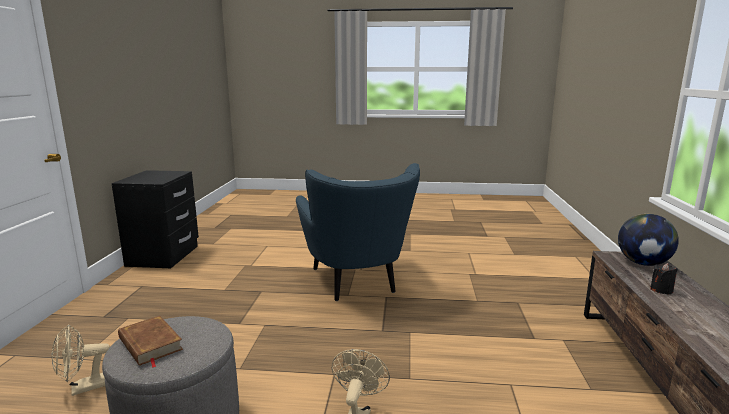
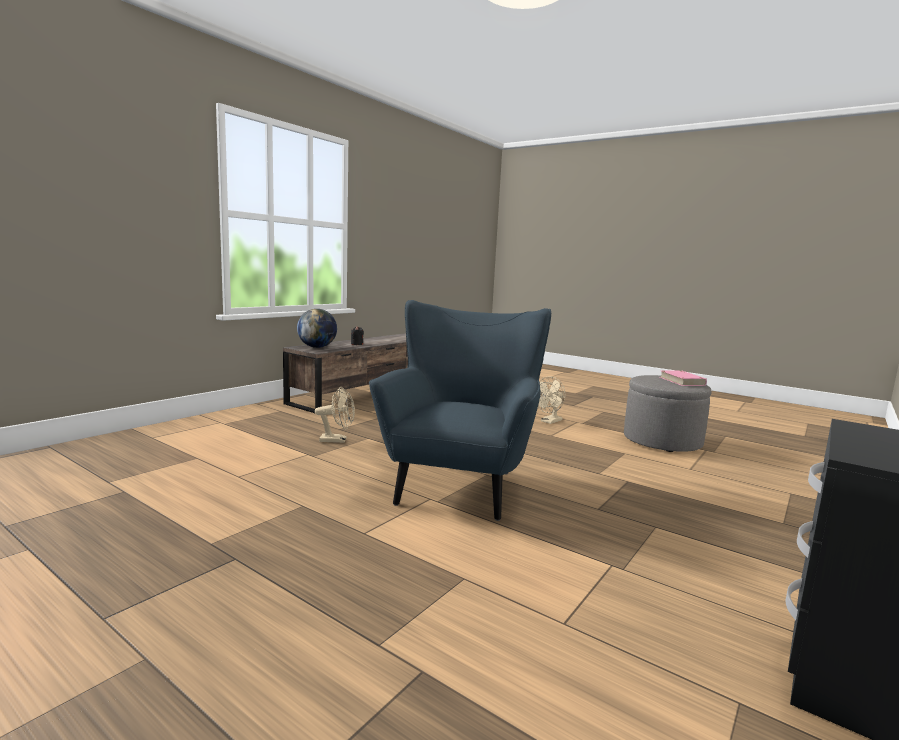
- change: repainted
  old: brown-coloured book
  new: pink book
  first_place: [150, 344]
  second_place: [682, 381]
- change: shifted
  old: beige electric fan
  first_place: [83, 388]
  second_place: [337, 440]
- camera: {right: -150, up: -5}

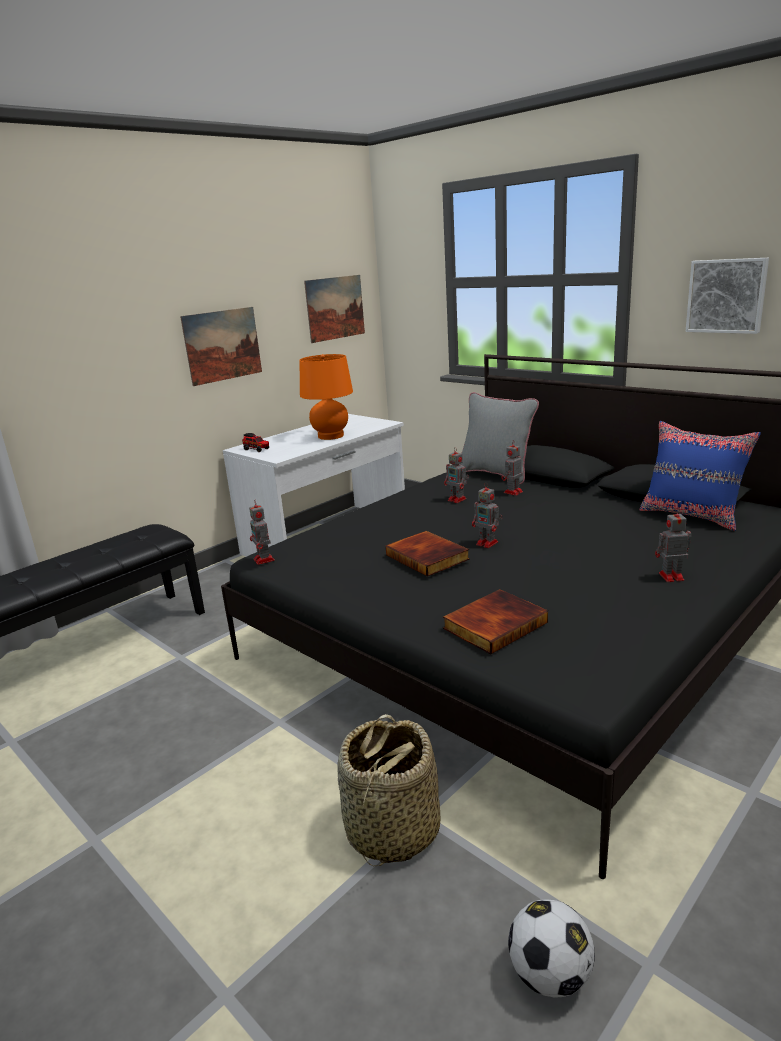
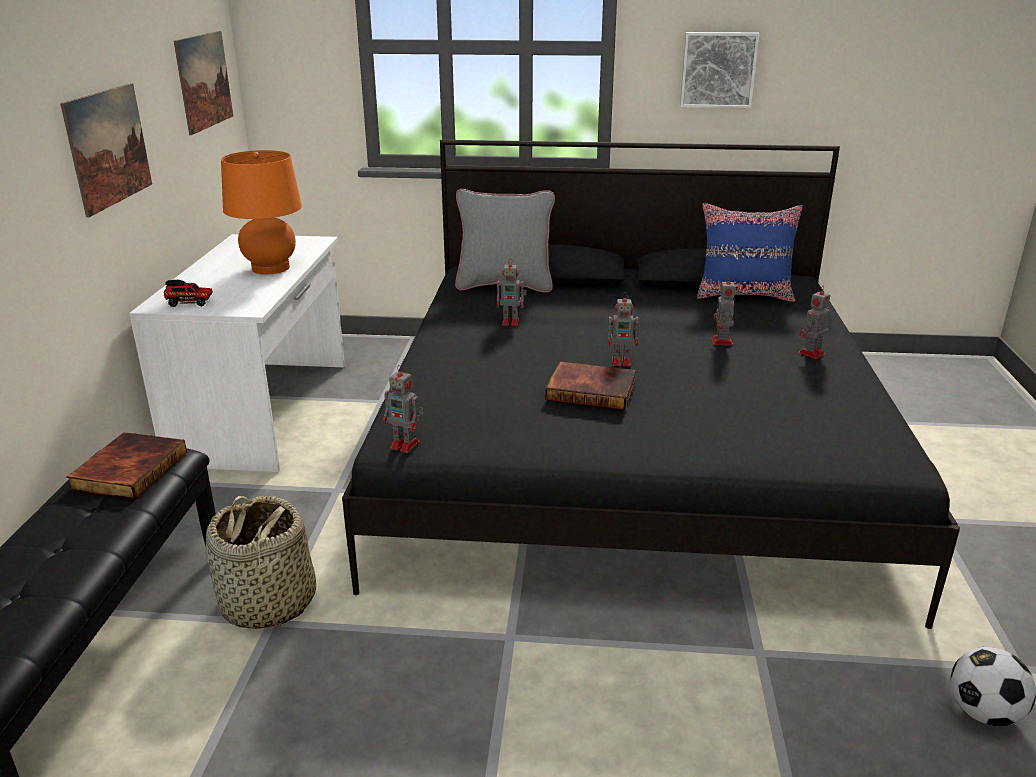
- change: shifted
  old: robot figure
  first_place: [512, 492]
  second_place: [722, 342]
- change: shifted
  old: book
  first_place: [494, 624]
  second_place: [129, 469]
- change: shifted
  old: basket
  first_place: [391, 830]
  second_place: [268, 603]
- camera: {right: -40, up: 5}

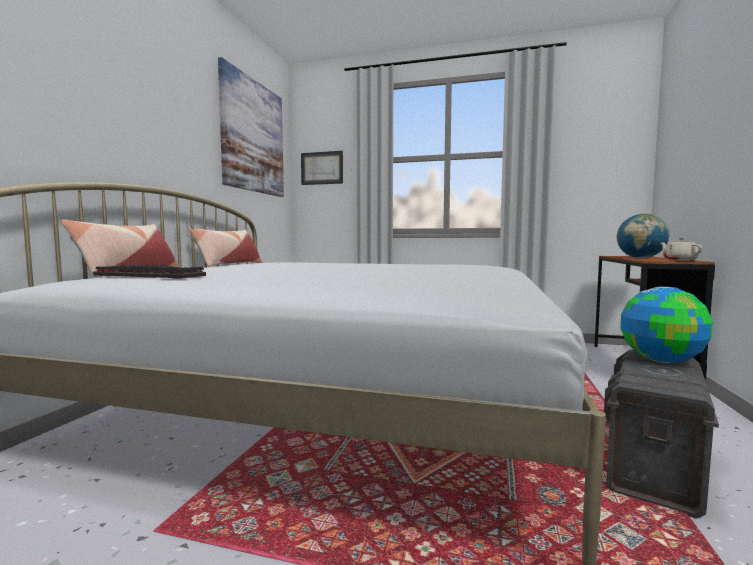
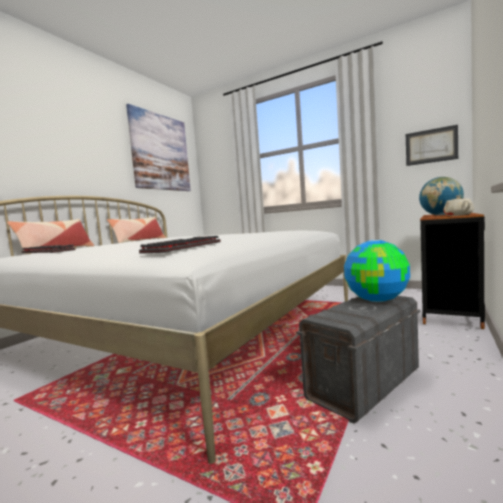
- change: shifted
  old: wall picture
  first_place: [322, 168]
  second_place: [431, 146]
- change: new
  new: PC keyboard
  second_place: [184, 247]
- camera: {right: 15, up: 0}

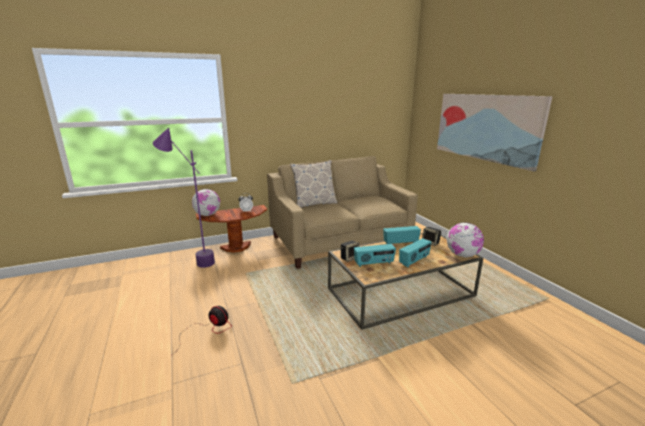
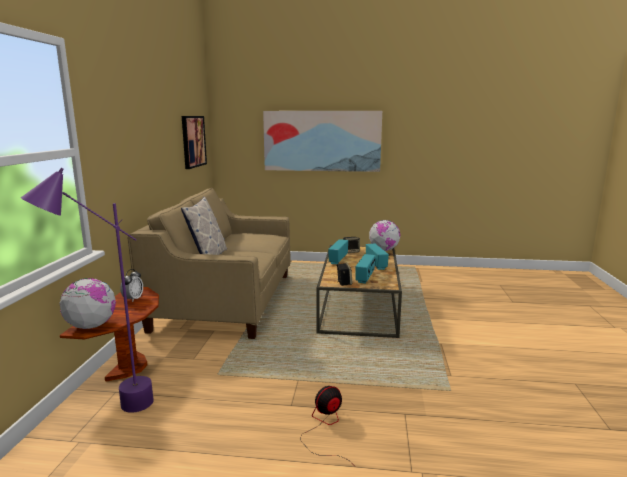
- change: new
  new: wall picture
  second_place: [193, 141]
- camera: {right: -60, up: -5}

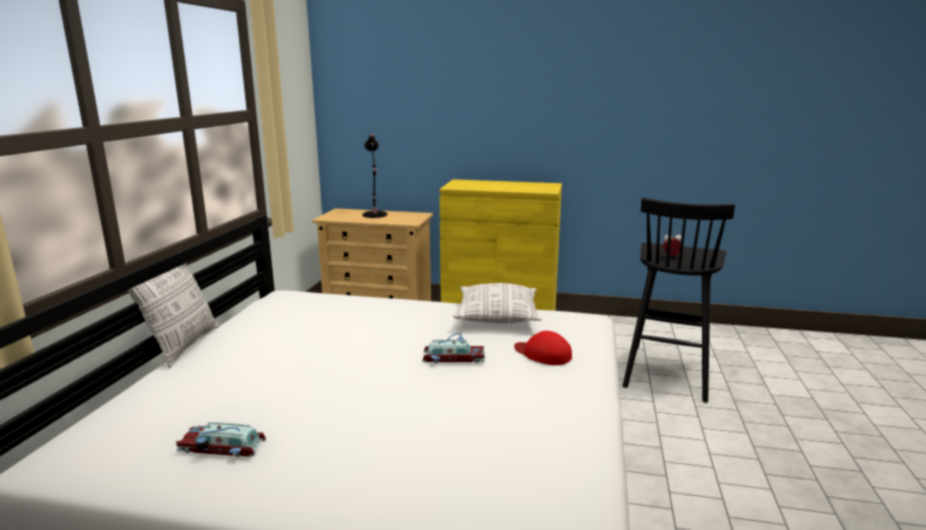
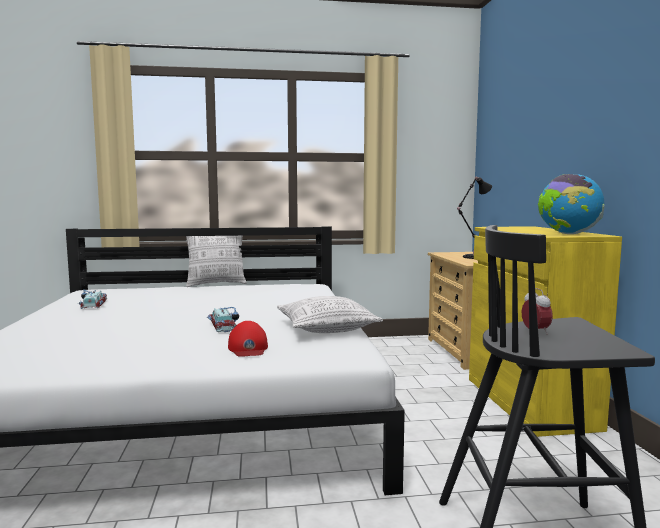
- change: rotated
  old: reddish baseball cap
  first_place: [543, 354]
  second_place: [248, 348]
  degrees: 150
- change: new
  new: world globe
  second_place: [568, 234]
- camera: {right: 70, up: -10}

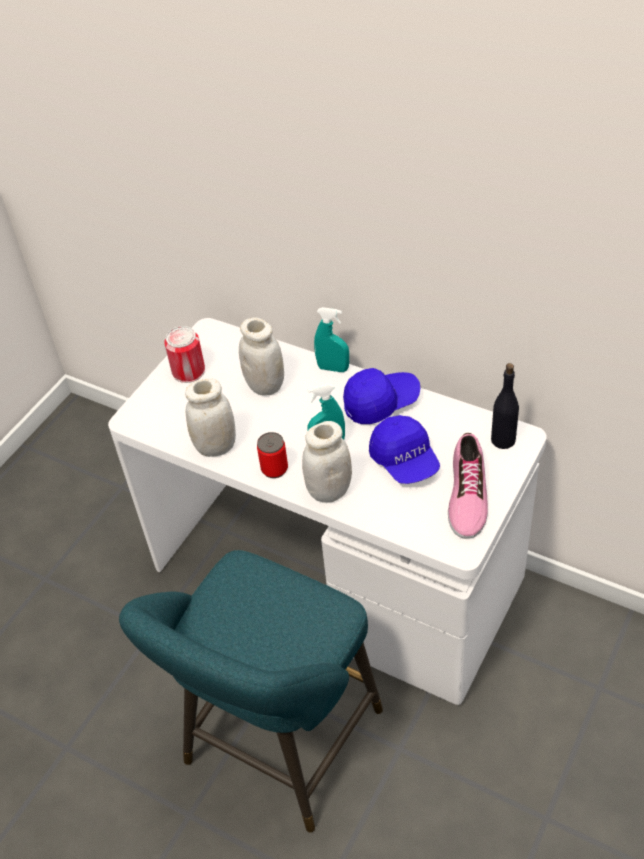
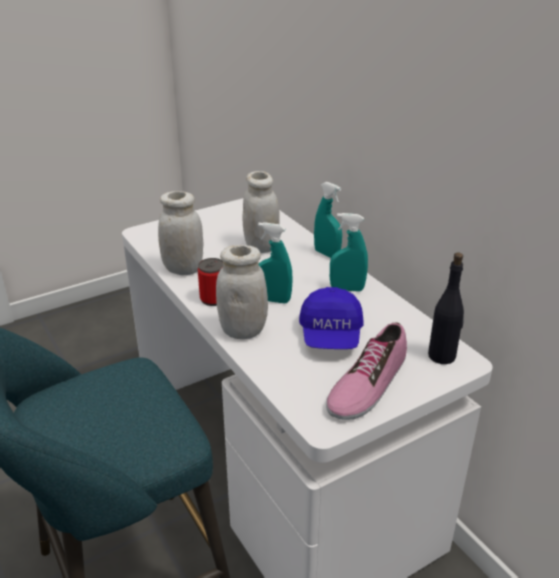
- change: gone
  old: sealed can
  first_place: [188, 371]
- change: swapped
  old: blue-coloured baseball cap
  new: turquoise spray bottle
  first_place: [381, 403]
  second_place: [347, 289]
- camera: {right: 25, up: -15}

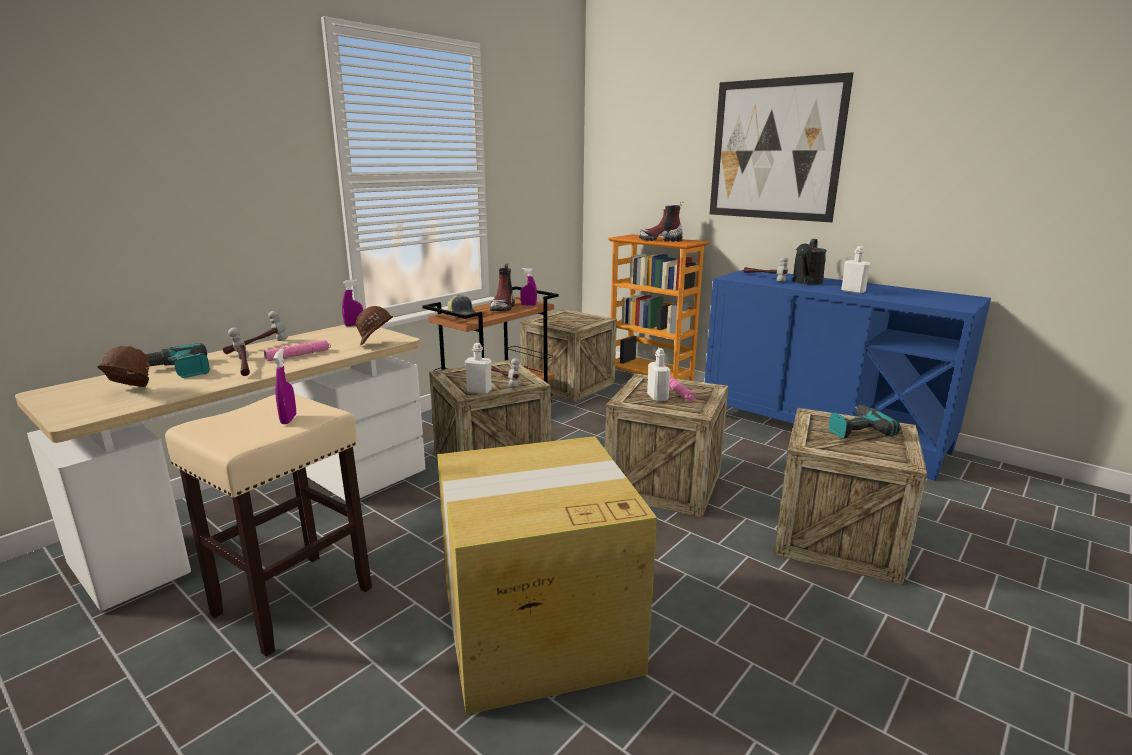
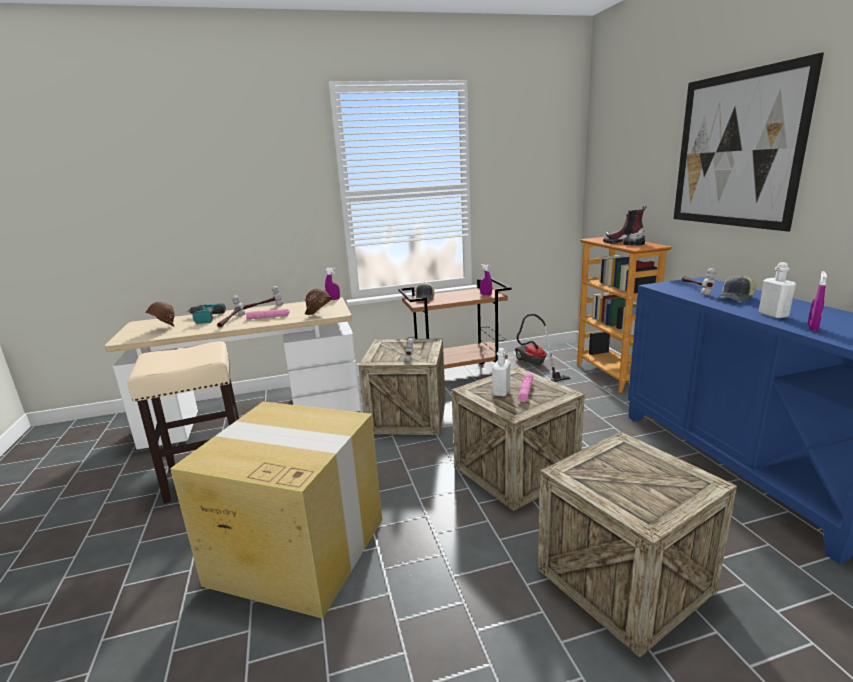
- change: swapped
  old: blackish sprinkling can
  new: baseball cap
  first_place: [806, 282]
  second_place: [736, 298]
- change: gone
  old: high-top boot
  first_place: [503, 307]
- change: swapped
  old: crate
  new: vacuum cleaner
  first_place: [568, 385]
  second_place: [534, 366]
- change: gone
  old: white-coloured drink bottle
  first_place: [479, 391]
- change: shifted
  old: purplish spray bottle
  first_place: [288, 419]
  second_place: [812, 328]
- change: gone
  old: power drill
  first_place: [856, 429]
- camera: {right: 35, up: 0}

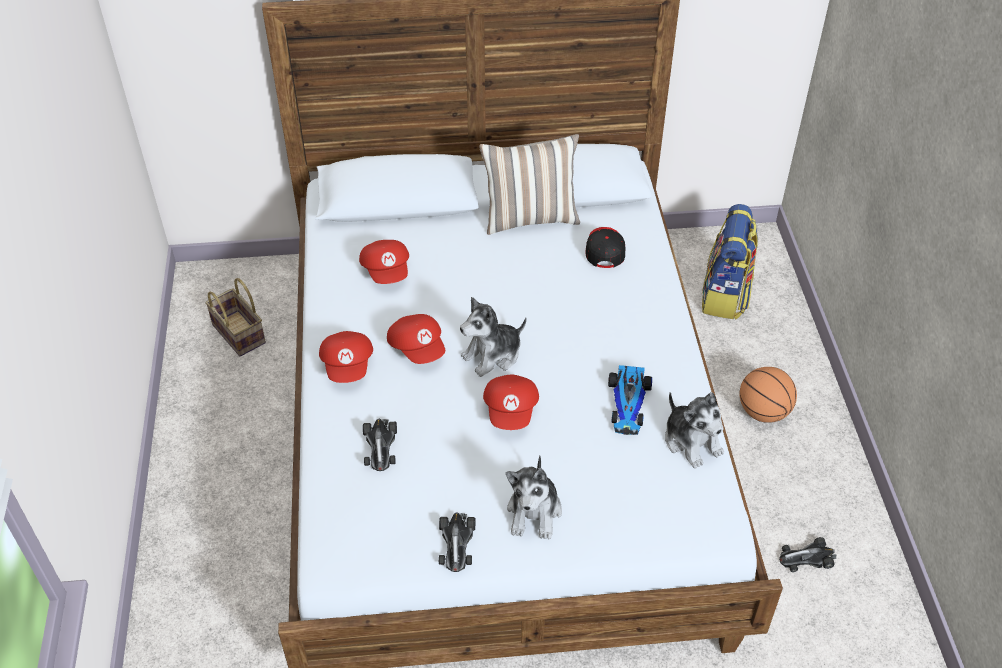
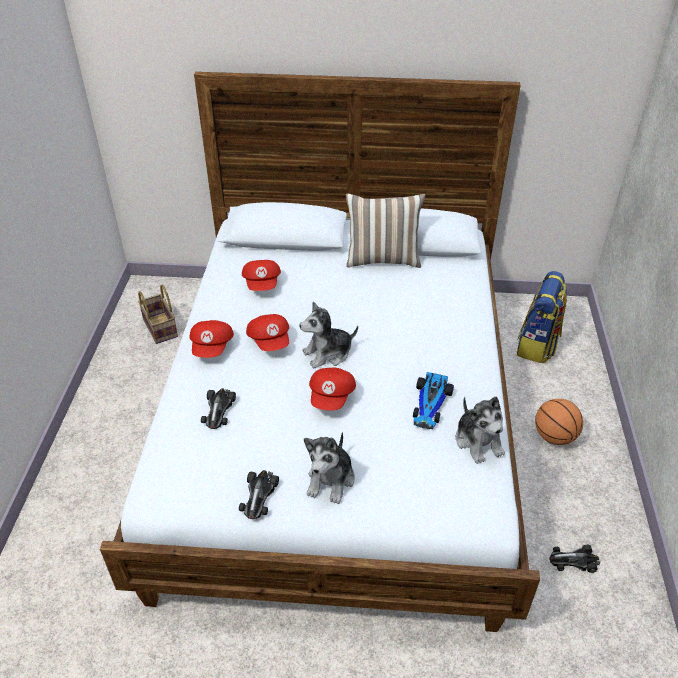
- change: gone
  old: blackish baseball cap
  first_place: [604, 250]
- camera: {right: 10, up: -5}

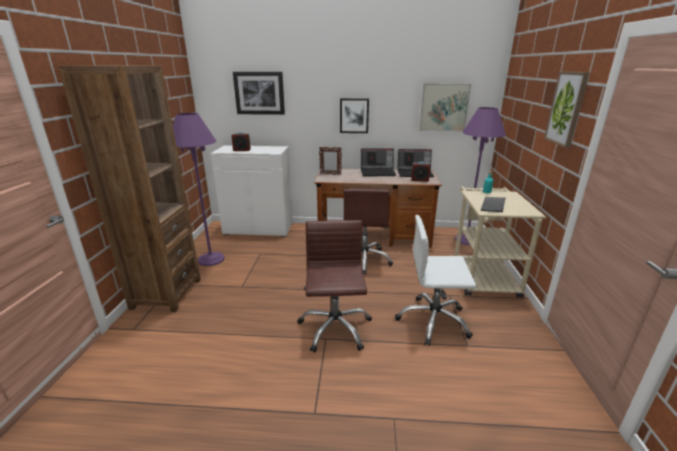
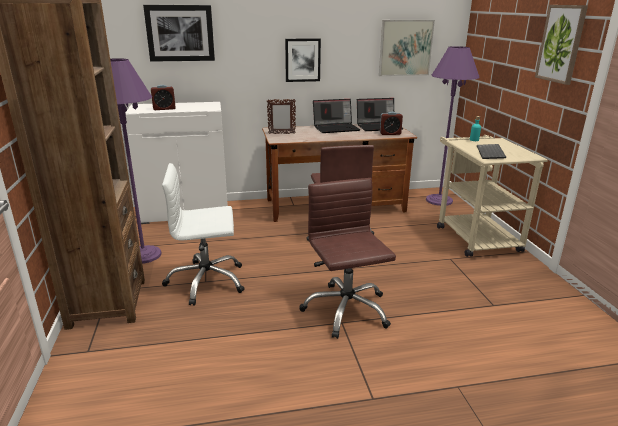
- change: shifted
  old: white-coloured desk chair
  first_place: [433, 321]
  second_place: [206, 281]
- camera: {right: -15, up: 0}

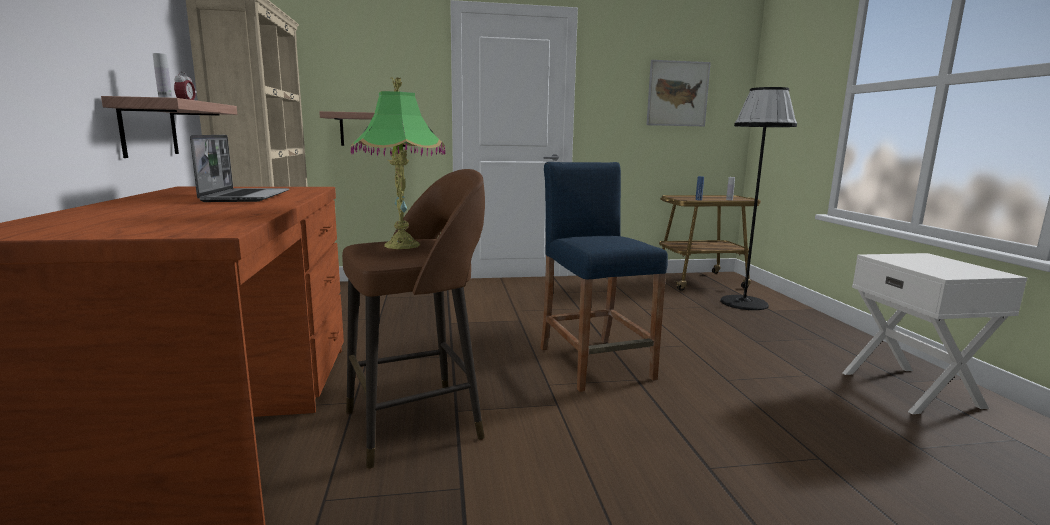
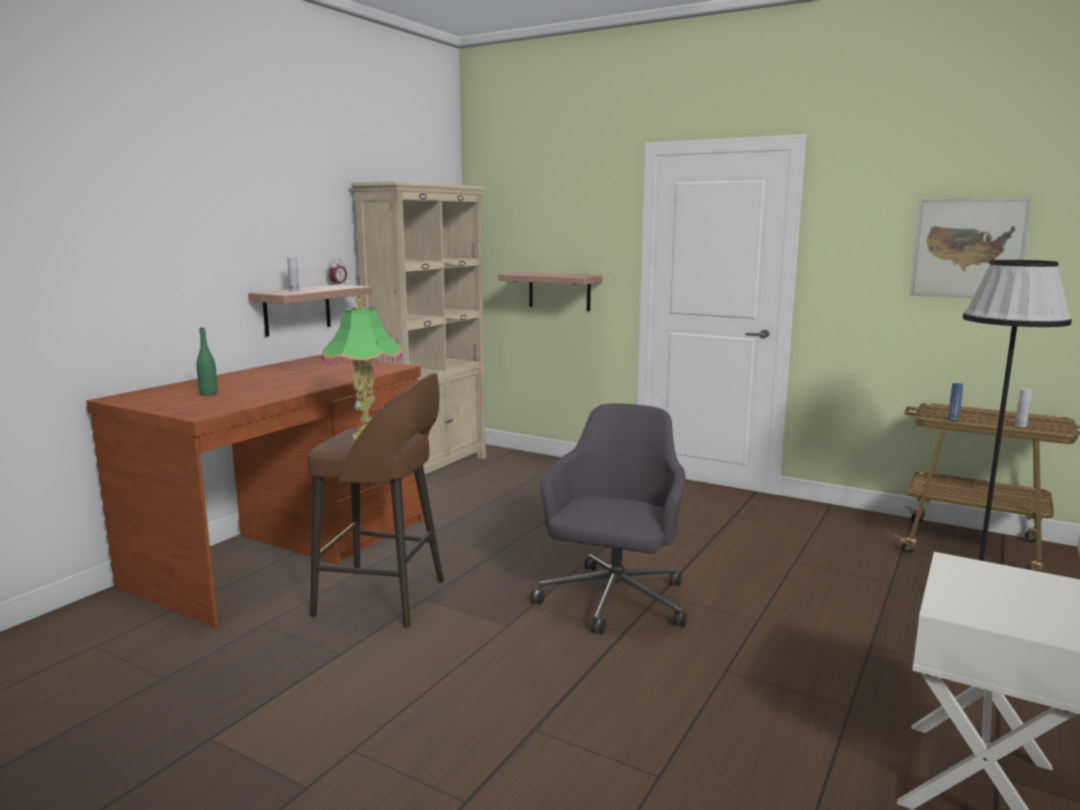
- change: gone
  old: notebook computer
  first_place: [245, 197]
- change: swapped
  old: blue-coloured stool
  new: gray desk chair
  first_place: [595, 363]
  second_place: [613, 602]
- change: new
  new: green drink bottle
  second_place: [208, 394]
- camera: {right: 40, up: 0}

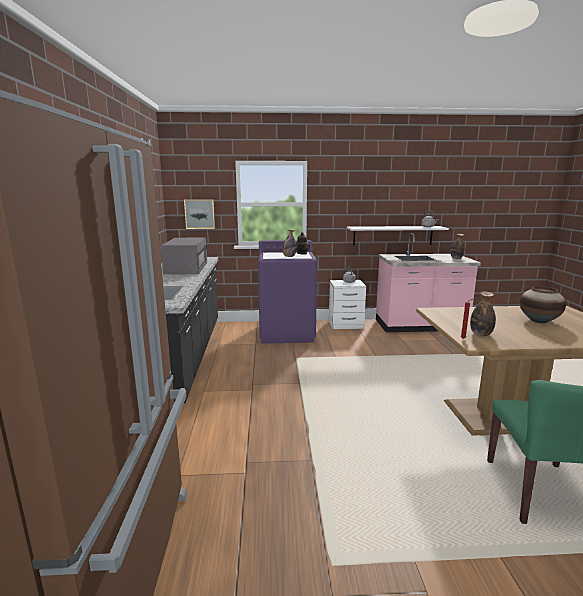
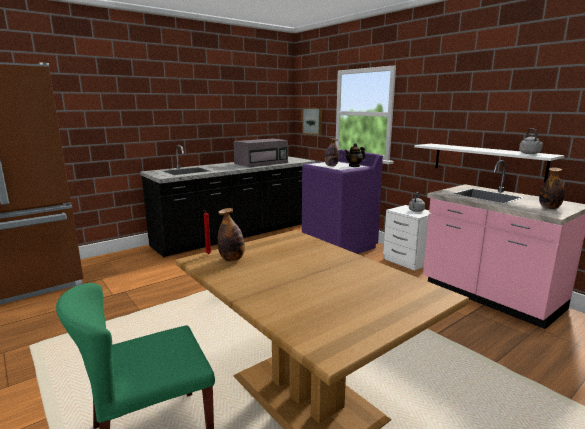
- change: gone
  old: vase
  first_place: [539, 321]
- camera: {right: 55, up: 0}

